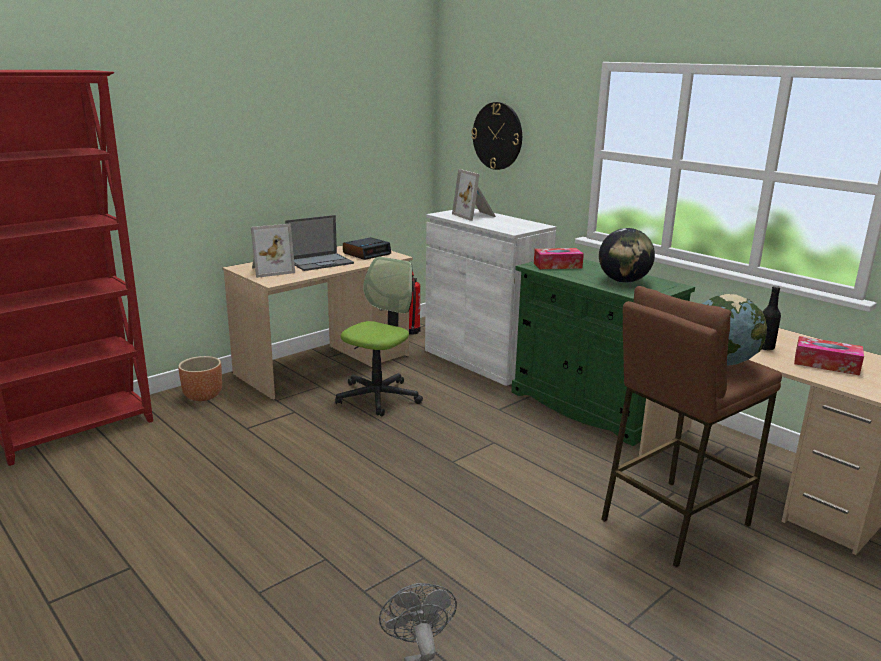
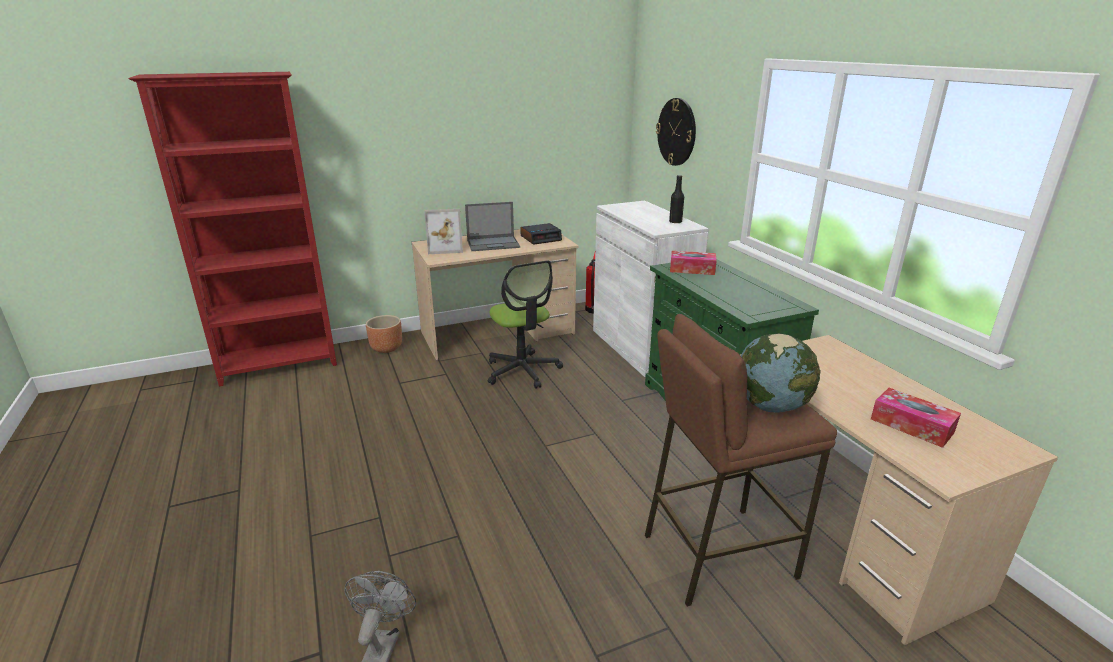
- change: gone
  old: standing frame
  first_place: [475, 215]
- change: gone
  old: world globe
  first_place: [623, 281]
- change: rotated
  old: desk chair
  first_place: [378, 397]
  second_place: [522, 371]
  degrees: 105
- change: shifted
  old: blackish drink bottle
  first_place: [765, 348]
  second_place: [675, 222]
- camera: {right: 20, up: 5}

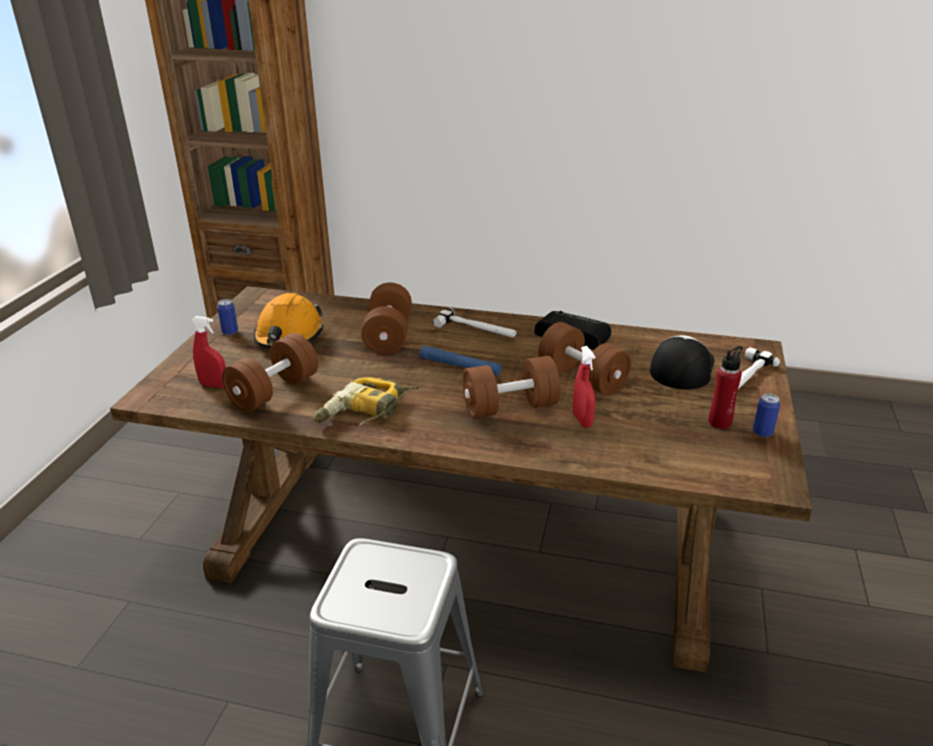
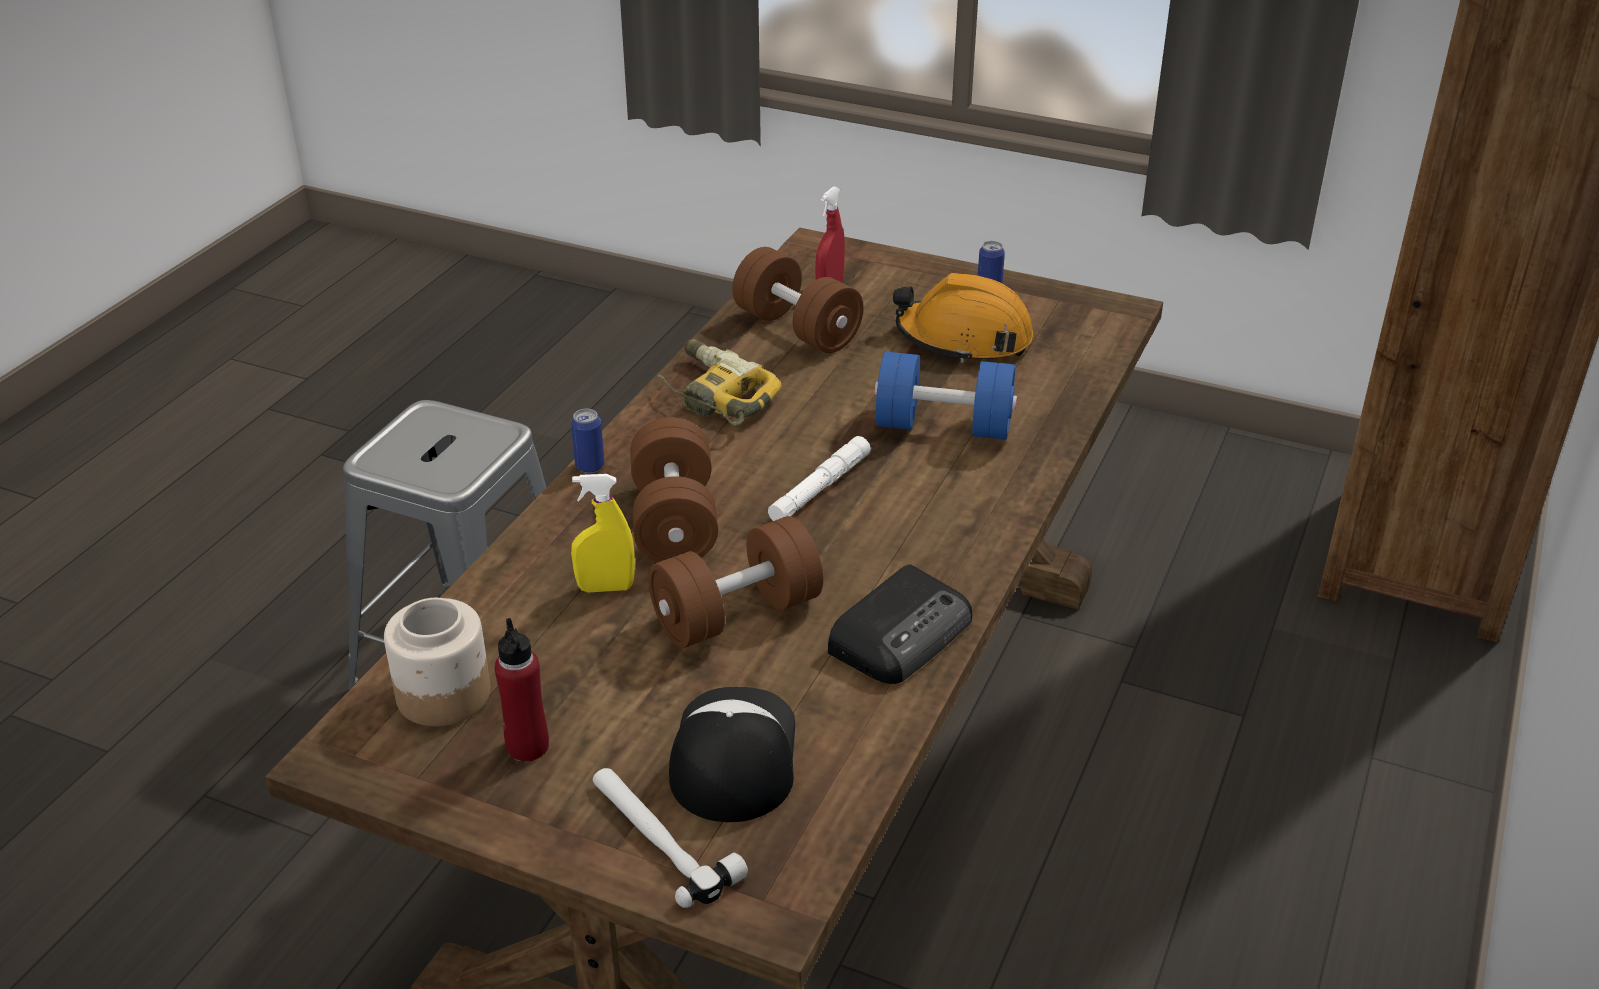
- change: repainted
  old: brown-coloured hand weight
  new: blue-coloured hand weight
  first_place: [388, 336]
  second_place: [943, 426]
- change: gone
  old: hand hammer
  first_place: [476, 329]
- change: rotated
  old: baseball cap
  first_place: [681, 367]
  second_place: [732, 755]
  degrees: -120
- change: repainted
  old: blue-coloured hand torch
  new: white-coloured hand torch
  first_place: [460, 366]
  second_place: [820, 488]
- change: repainted
  old: reddish spray bottle
  new: yellow-coloured spray bottle
  first_place: [582, 420]
  second_place: [606, 588]
- change: shifted
  old: sealed can
  first_place: [762, 432]
  second_place: [590, 466]
- change: new
  new: preserve jar
  second_place: [442, 695]
- camera: {right: 100, up: 5}

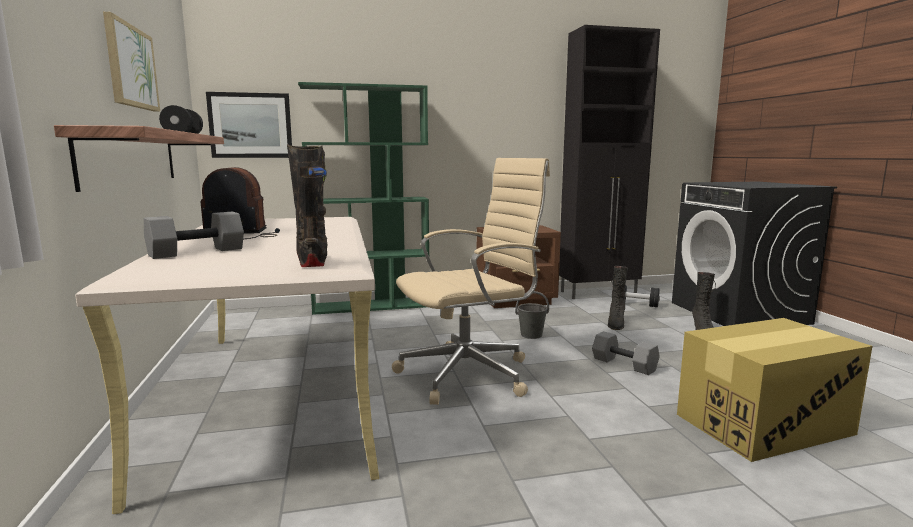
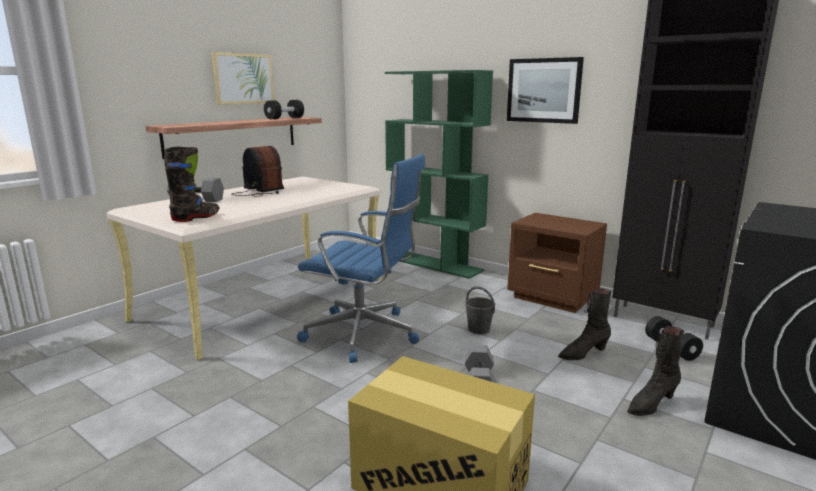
- change: shifted
  old: wall picture
  first_place: [250, 125]
  second_place: [543, 90]
- change: repainted
  old: beige desk chair
  new: blue-coloured desk chair
  first_place: [470, 373]
  second_place: [364, 334]
- camera: {right: 50, up: 5}

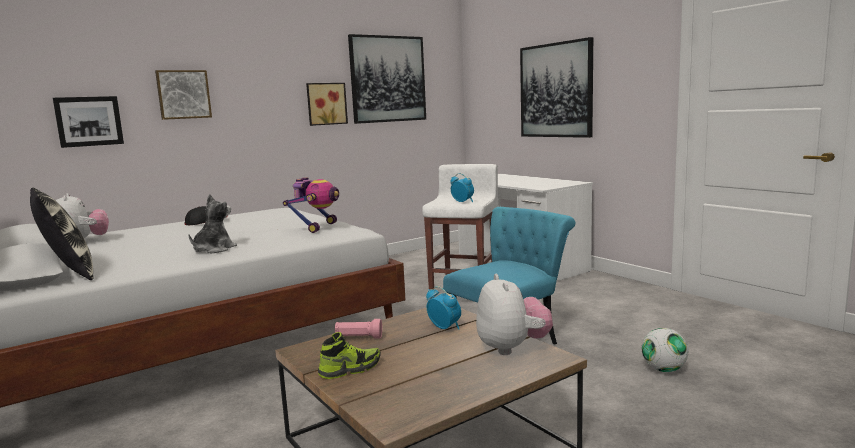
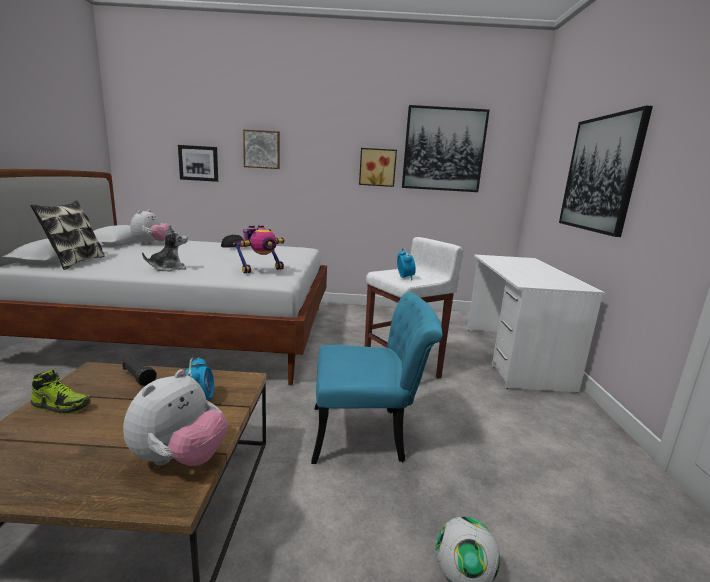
- change: repainted
  old: pink hand torch
  new: blackish hand torch
  first_place: [358, 337]
  second_place: [139, 378]
- camera: {right: 35, up: 5}

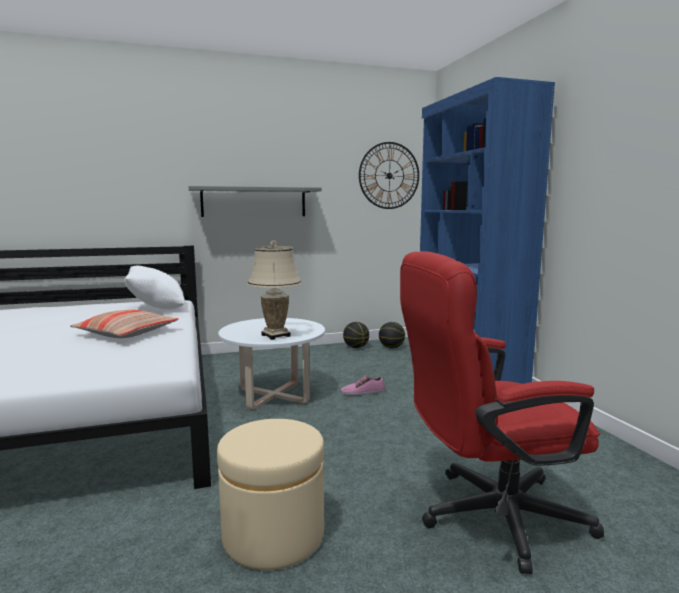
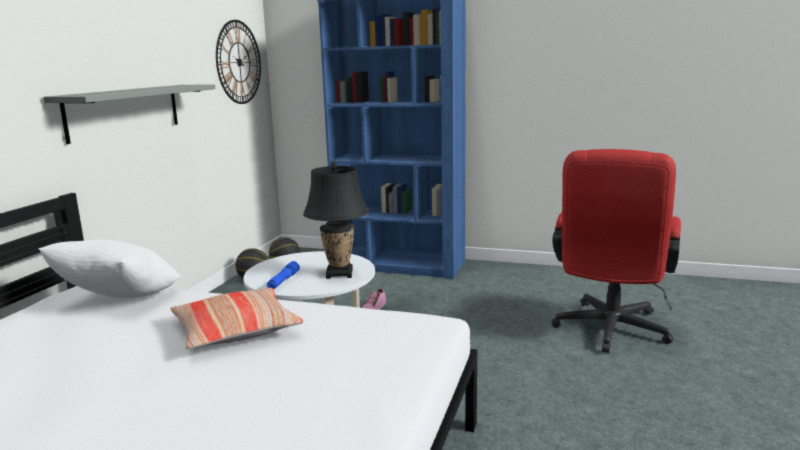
- change: repainted
  old: beige tabletop lamp
  new: blackish tabletop lamp
  first_place: [275, 335]
  second_place: [339, 273]
- change: gone
  old: beige pouffe
  first_place: [273, 535]
- change: new
  new: blue-coloured hand torch
  second_place: [283, 281]
- camera: {right: -55, up: 5}

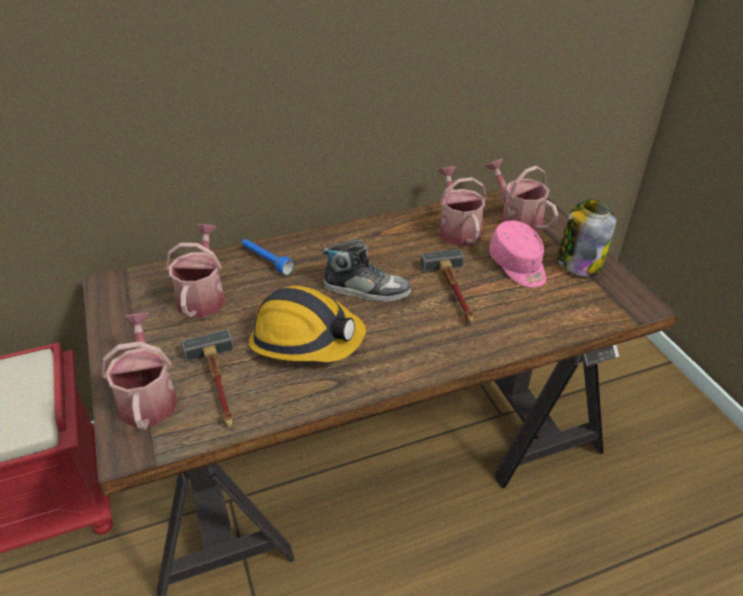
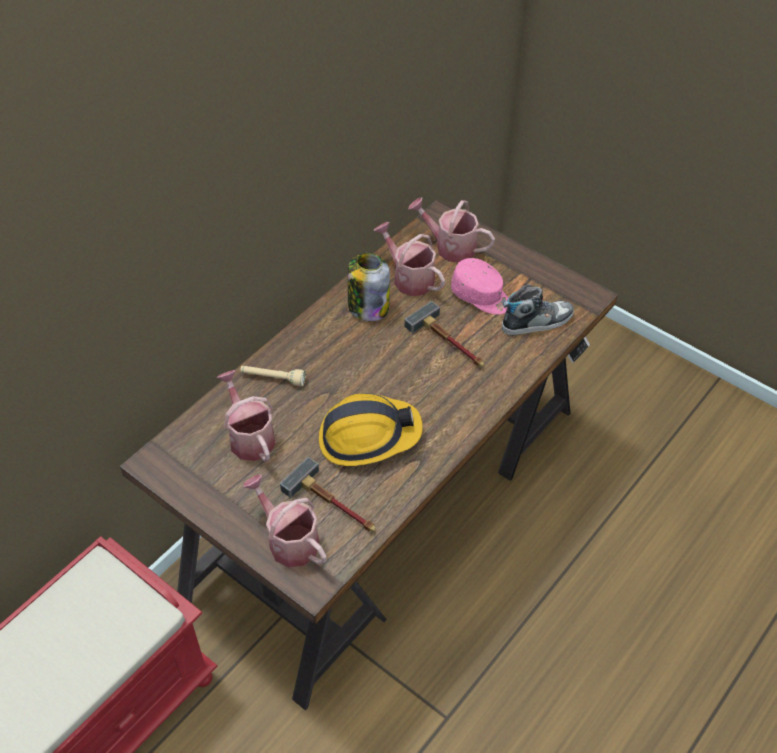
- change: shifted
  old: preserve jar
  first_place: [579, 263]
  second_place: [368, 306]
- change: repainted
  old: blue-coloured hand torch
  new: beige hand torch
  first_place: [266, 261]
  second_place: [273, 378]
- change: shifted
  old: shoe
  first_place: [366, 289]
  second_place: [537, 321]
- camera: {right: -30, up: 10}

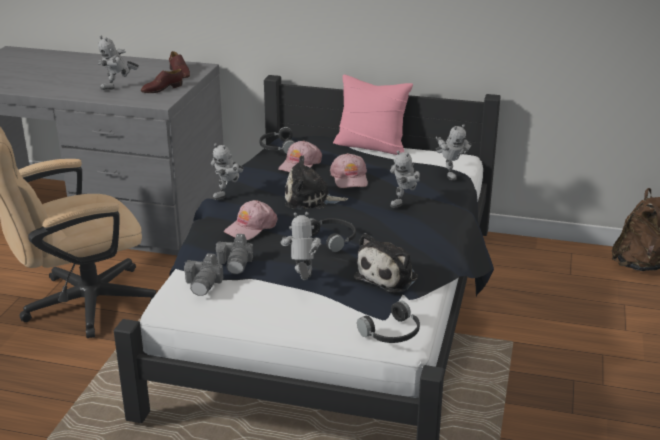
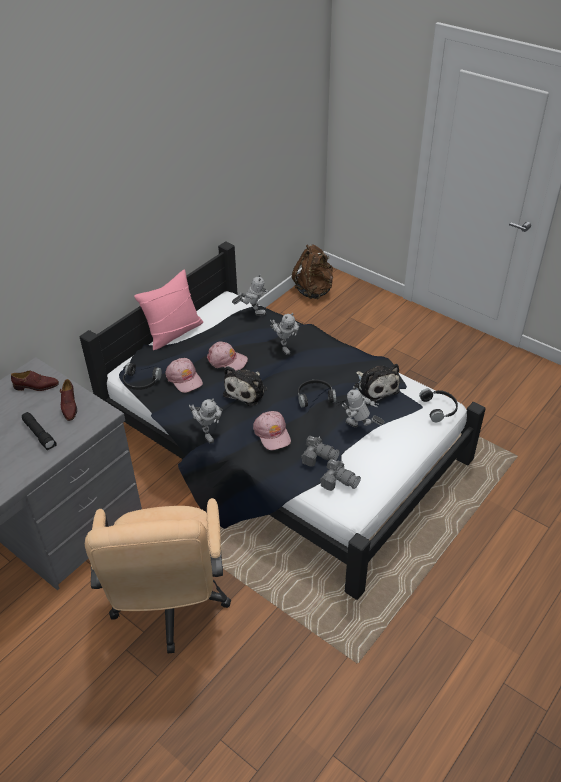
- change: swapped
  old: robot figure
  new: blackish hand torch
  first_place: [119, 88]
  second_place: [40, 434]
- camera: {right: -65, up: 15}

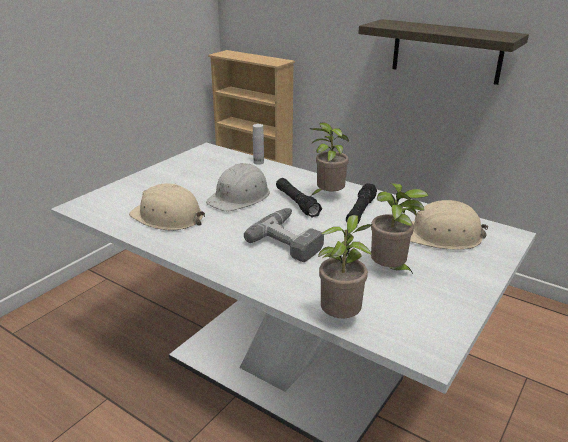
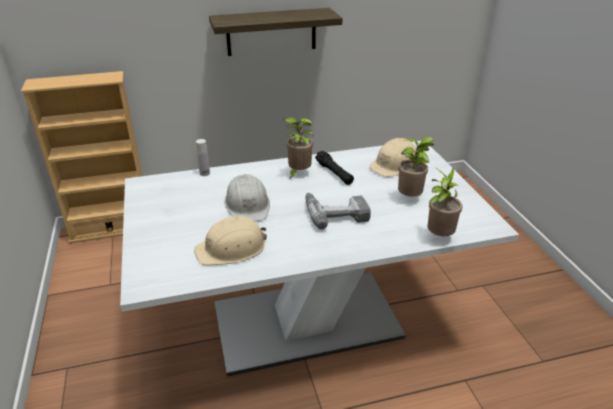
- change: gone
  old: blackish hand torch
  first_place: [297, 203]
- camera: {right: -50, up: 5}

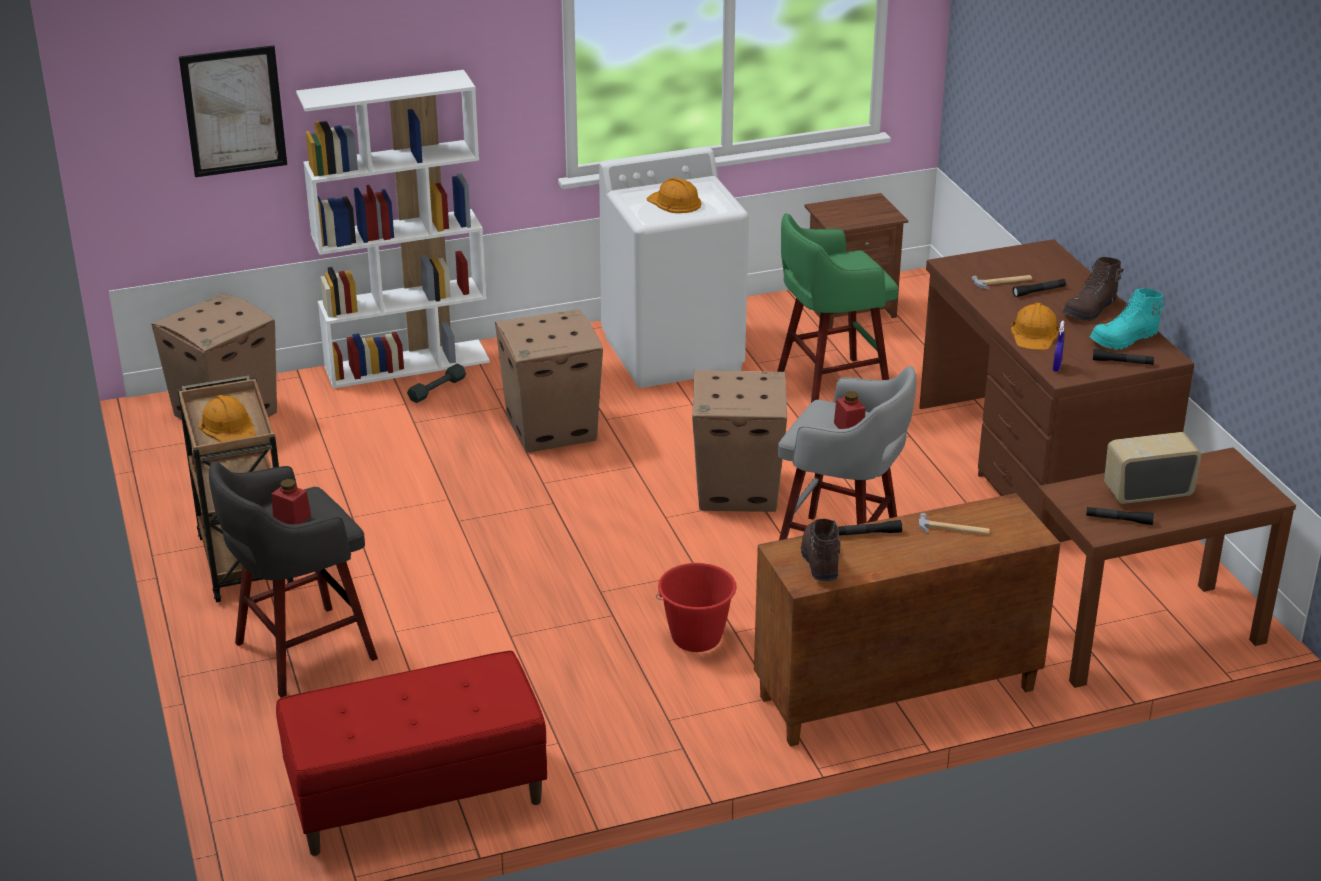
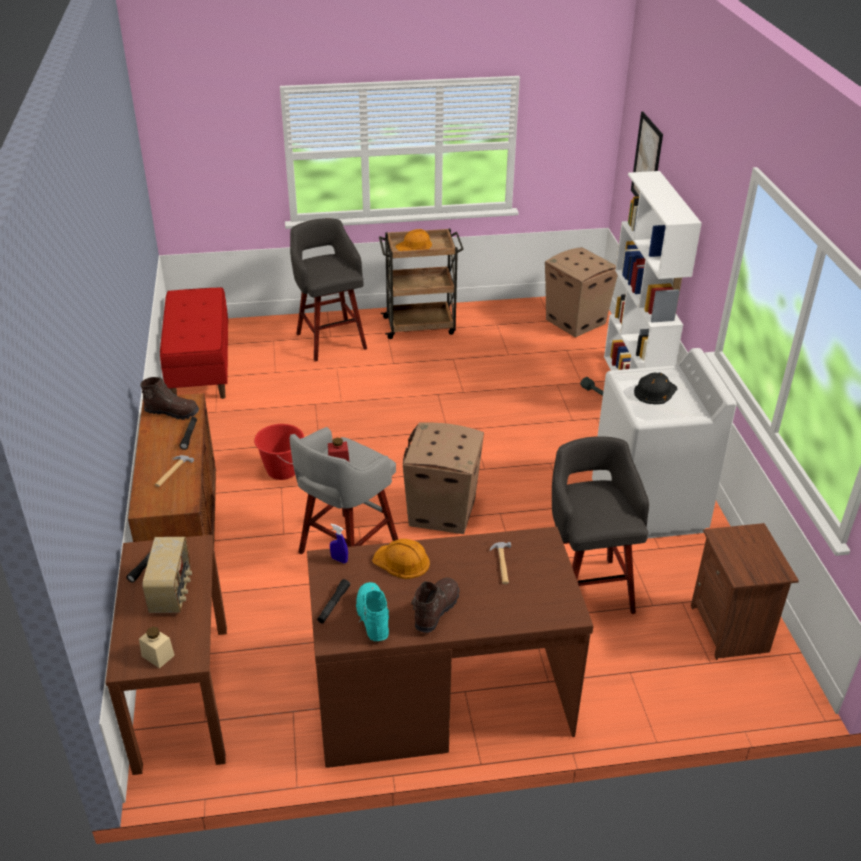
- change: repainted
  old: orange hard hat
  new: blackish hard hat
  first_place: [674, 202]
  second_place: [655, 391]
- change: repainted
  old: green stool
  new: gray stool
  first_place: [829, 386]
  second_place: [586, 588]
- change: rotated
  old: brown-coloured high-top boot
  first_place: [1090, 310]
  second_place: [435, 610]
  degrees: 60
- change: gone
  old: blackish hand torch
  first_place: [1039, 291]
- change: gone
  old: carton
  first_place: [552, 428]
- change: gone
  old: reddish preserve jar
  first_place: [292, 517]
- change: new
  new: beige preserve jar
  second_place: [158, 656]
- camera: {right: 100, up: 5}

